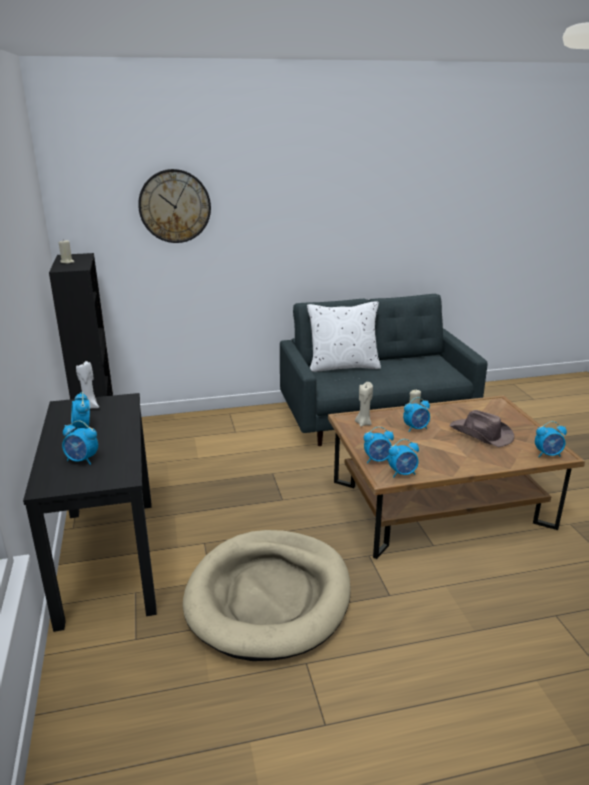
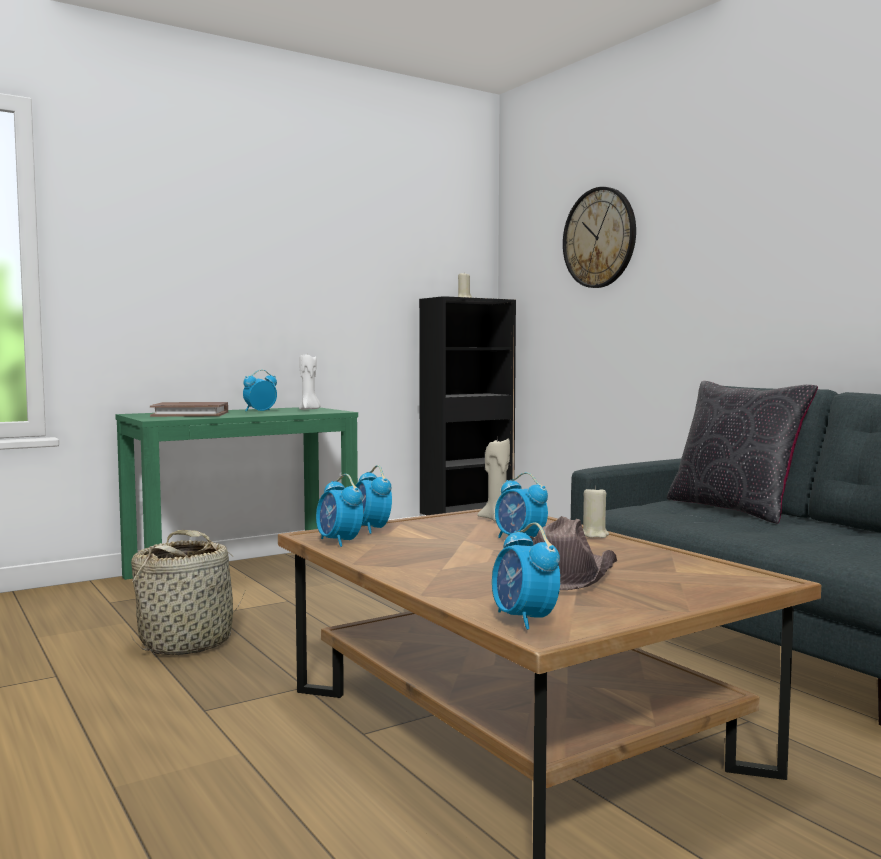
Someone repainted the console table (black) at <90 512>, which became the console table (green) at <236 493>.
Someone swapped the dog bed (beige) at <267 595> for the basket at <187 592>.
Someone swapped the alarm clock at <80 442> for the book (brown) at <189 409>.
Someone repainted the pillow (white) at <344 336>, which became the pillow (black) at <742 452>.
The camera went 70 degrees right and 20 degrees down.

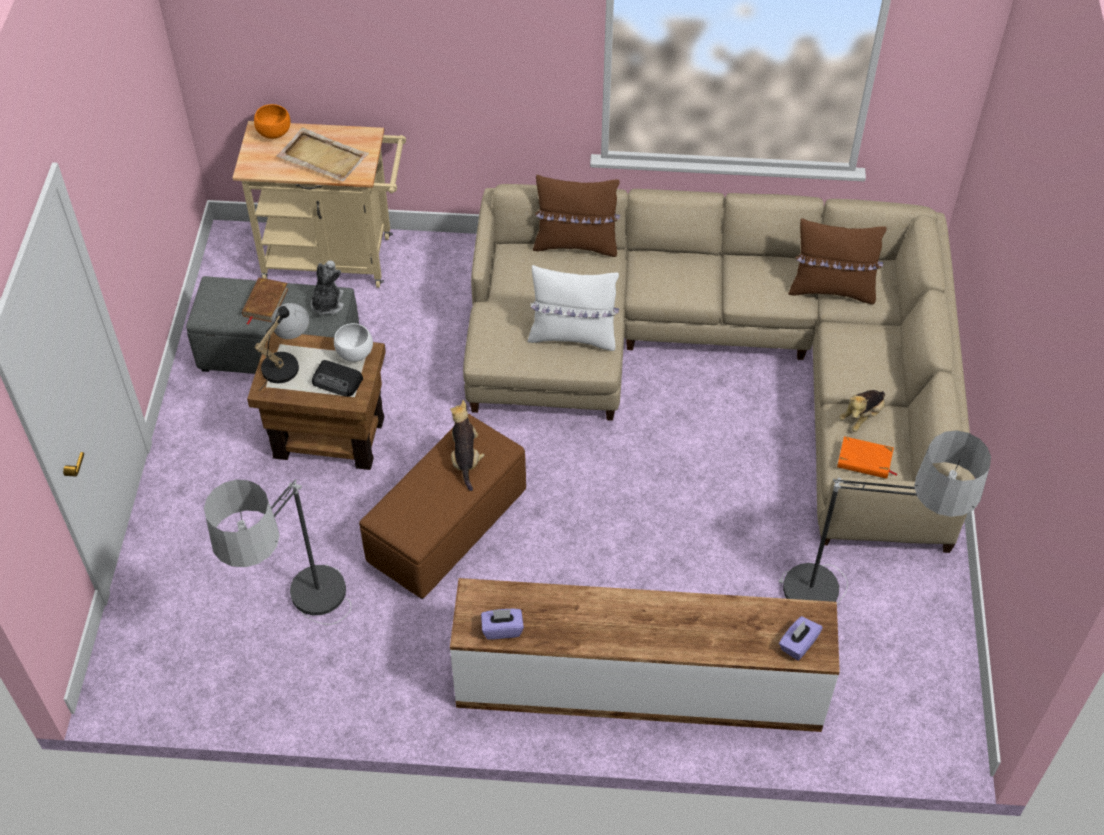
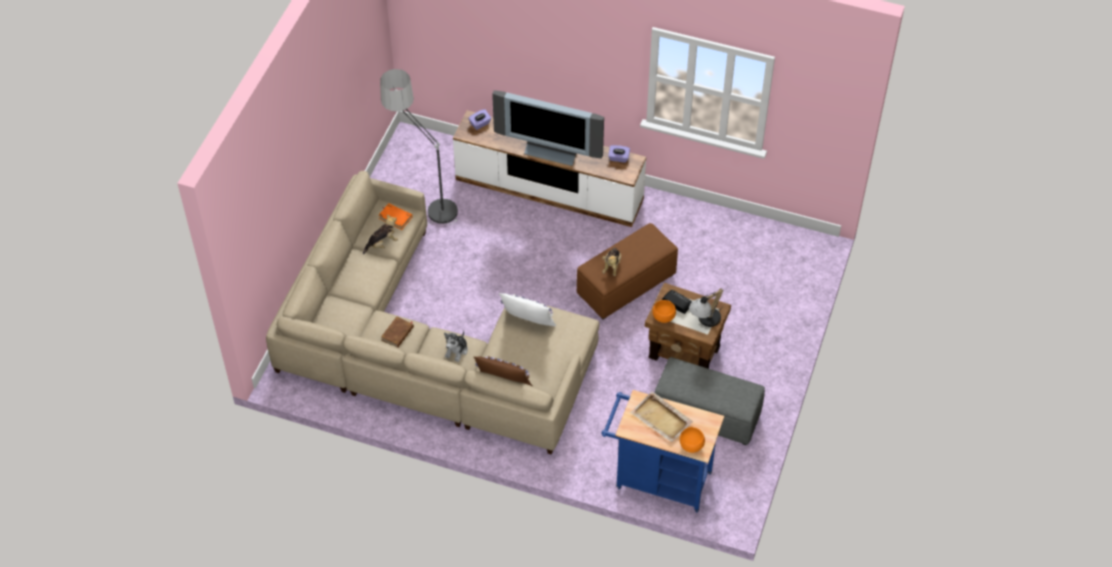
Someone carried the book (brown) from <265 301> to <397 331>.
Someone carried the plush toy from <327 287> to <456 346>.
Someone put down the television at <548 128>.
Someone repainted the cart (beige) at <319 204>, which became the cart (blue) at <662 451>.
Someone repainted the bowl (white) at <353 342>, which became the bowl (orange) at <664 311>.
Someone took away the floor lamp at <277 552>.
Someone took away the pillow (brown) at <837 261>.
The camera went 165 degrees left and 0 degrees up.

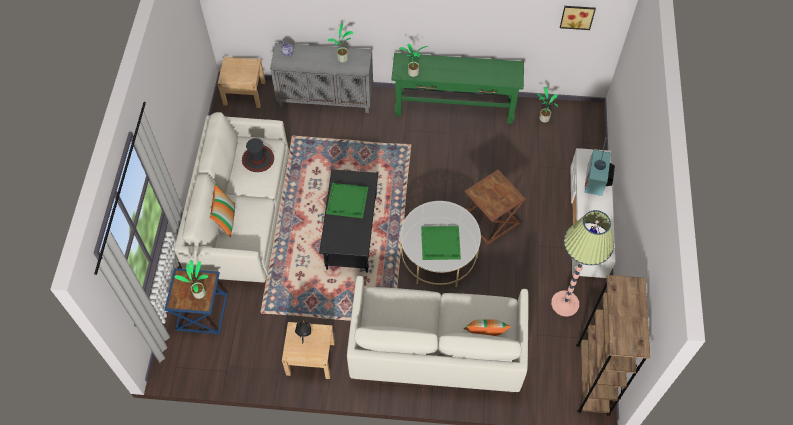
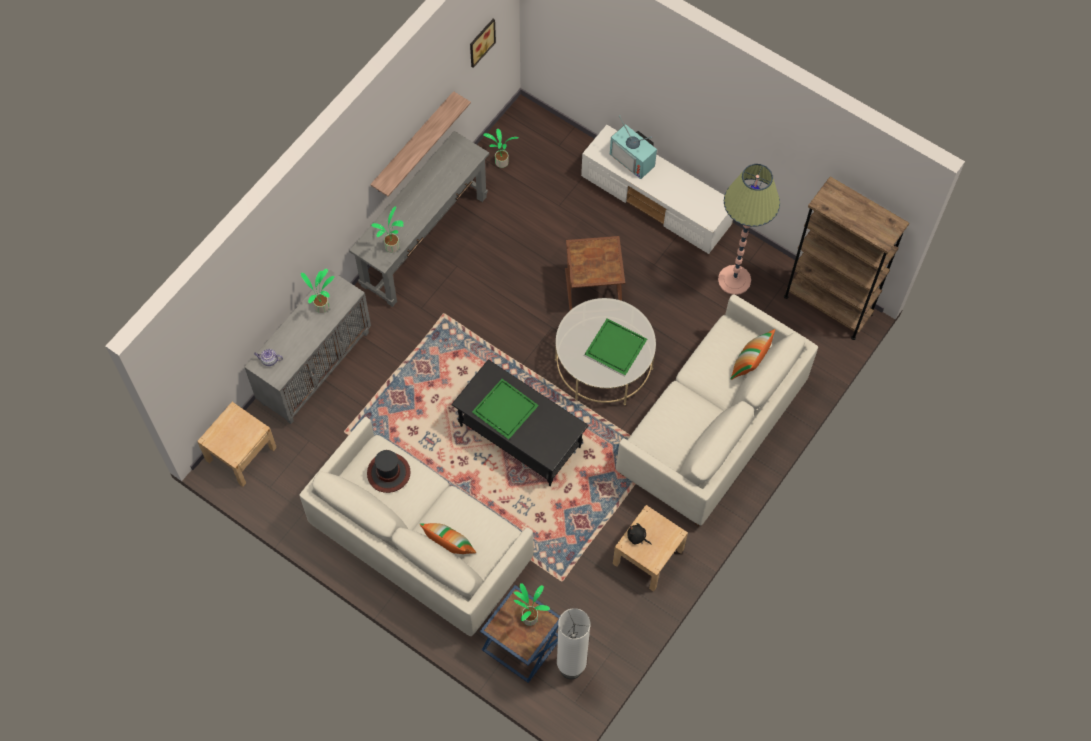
Someone repainted the console table (green) at <457 88>, which became the console table (grey) at <419 219>.
Someone put up the shelf at <420 143>.
Someone put down the floor lamp (white) at <574 643>.
The camera went 60 degrees left and 5 degrees up.

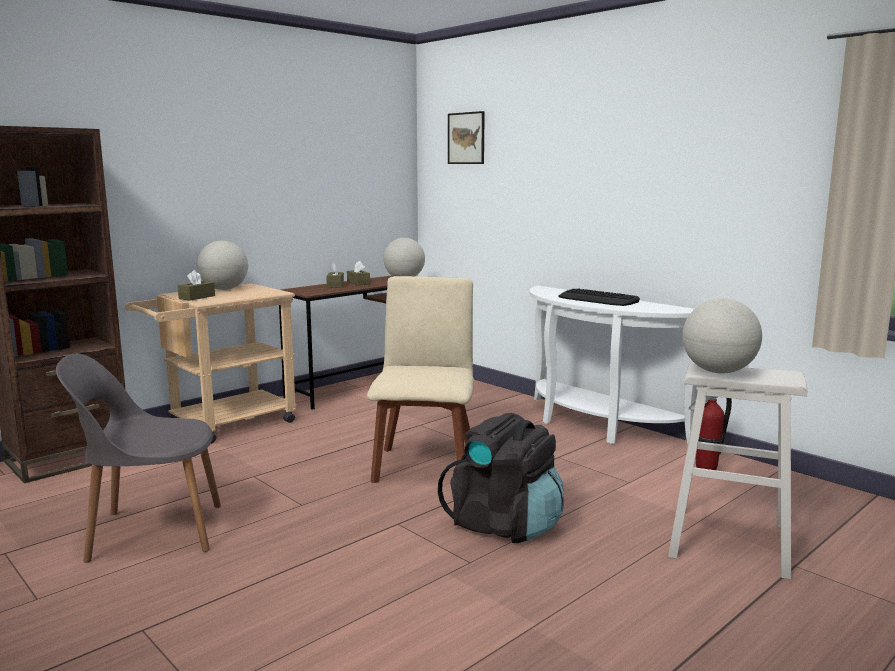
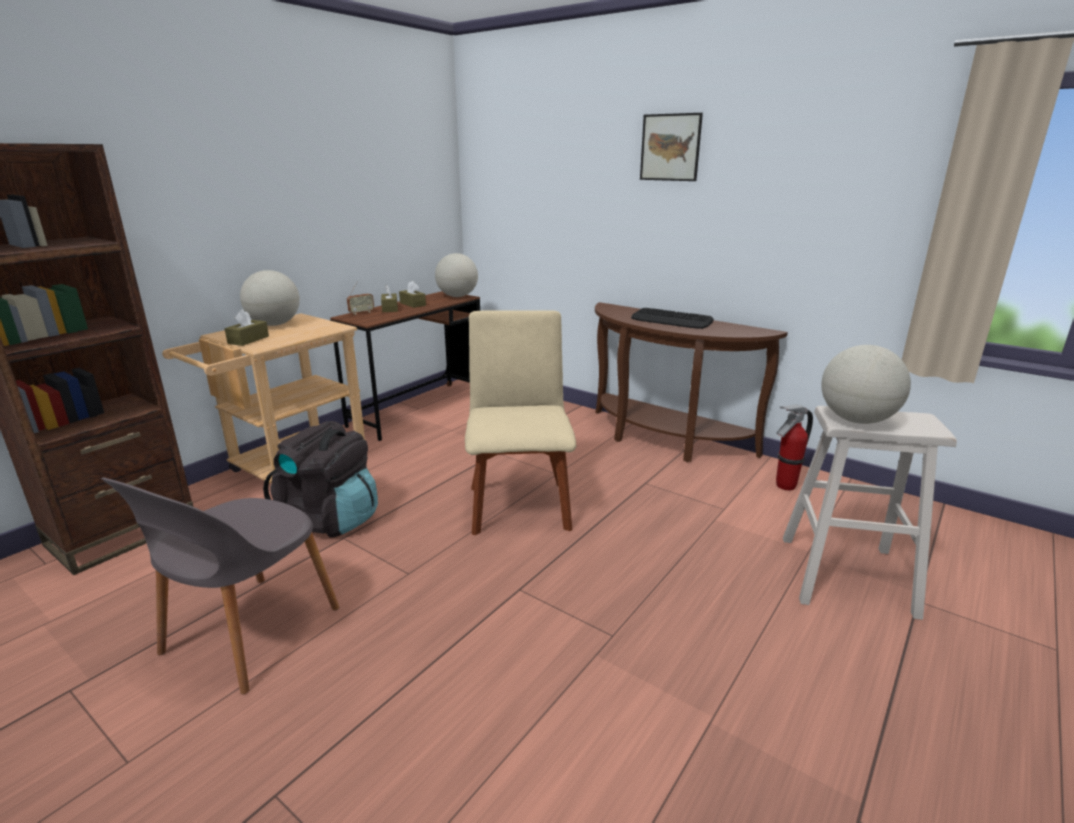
Someone rotated the chair (grey) at <138 458> by 45 degrees counterclockwise.
Someone carried the backpack (black) from <501 478> to <320 479>.
Someone put down the radio at <360 298>.
Someone repainted the console table (white) at <613 365>, which became the console table (brown) at <691 382>.
Someone carried the picture from <466 137> to <671 147>.
The camera went 10 degrees left and 10 degrees up.

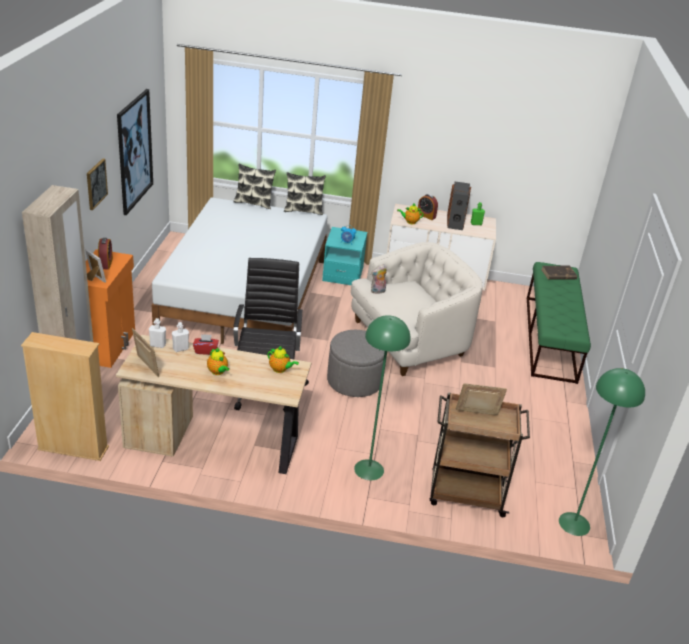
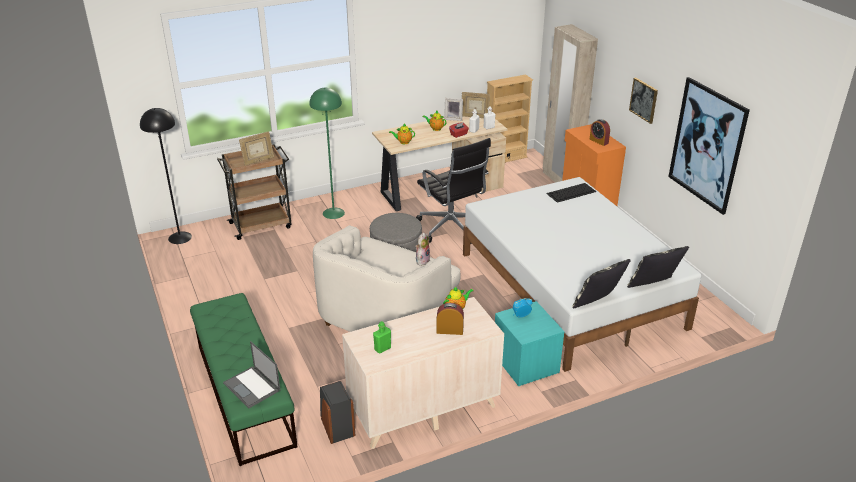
Someone repainted the floor lamp (green) at <602 452>, which became the floor lamp (black) at <166 176>.
Someone swapped the book (brown) at <559 273> for the laptop at <251 374>.
Someone carried the speaker from <459 205> to <338 412>.
Someone carried the picture frame from <95 266> to <453 109>.
Someone put down the keyboard at <571 193>.
The camera went 150 degrees right and 0 degrees up.

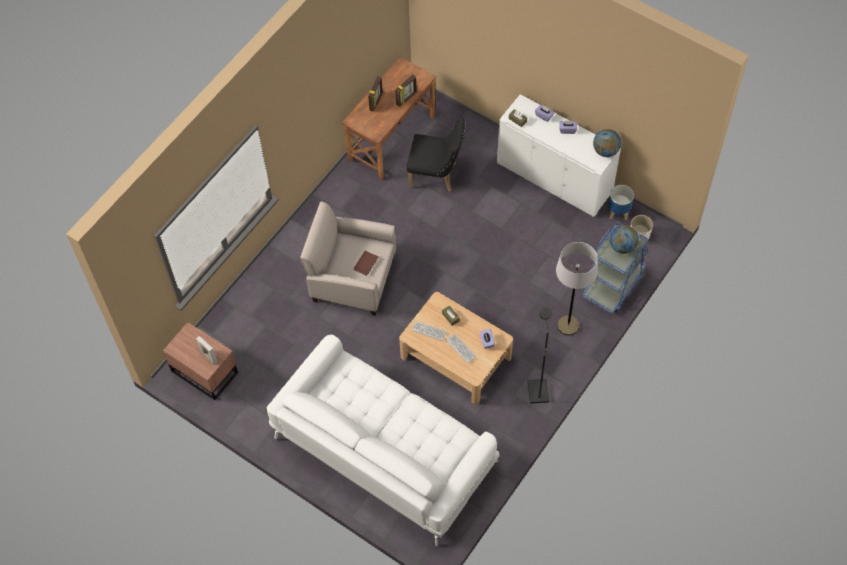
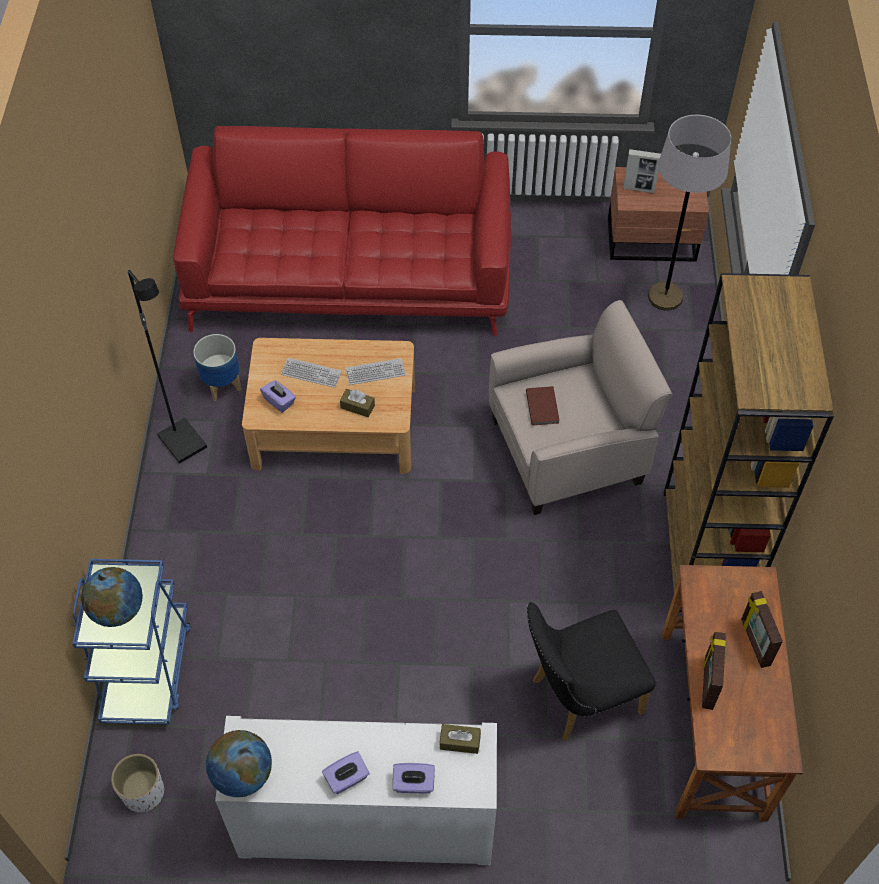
Someone repainted the sofa (white) at <383 440>, which became the sofa (red) at <342 231>.
Someone carried the planter from <621 202> to <217 367>.
Someone carried the floor lamp (grey) from <577 289> to <689 213>.
Someone put down the bookcase (brown) at <749 442>.
The camera went 145 degrees right and 5 degrees down.

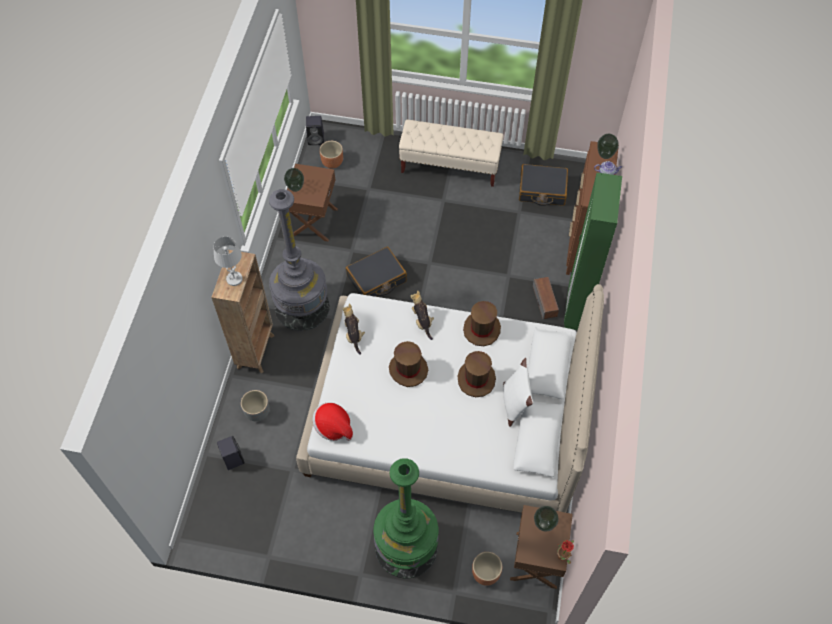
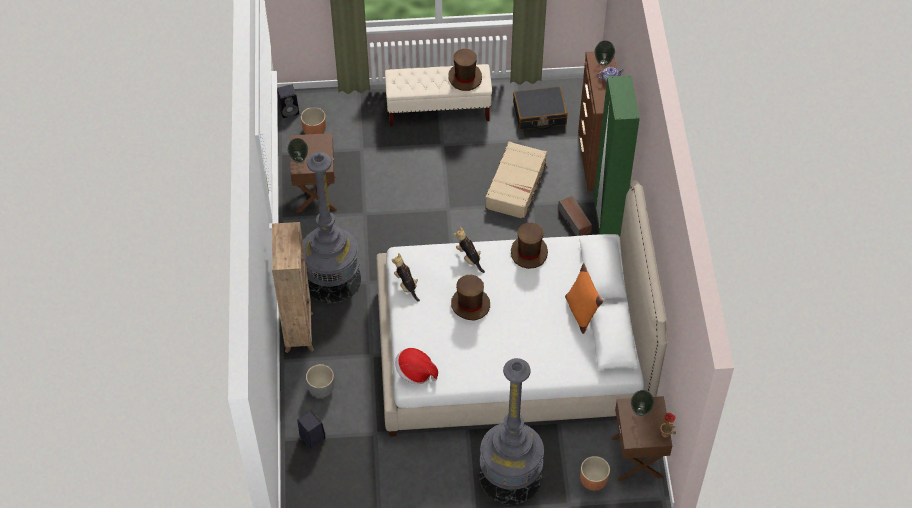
Someone carried the hat (brown) from <477 374> to <465 70>.
Someone repainted the floor lamp (green) at <405 518>, which became the floor lamp (grey) at <511 431>.
Someone put down the suitcase (beige) at <516 180>.
Someone repainted the pillow (white) at <518 392>, which became the pillow (orange) at <584 298>.
Someone took away the table lamp (white) at <228 261>.
Someone took away the suitcase (black) at <376 271>.
The camera went 15 degrees left and 5 degrees down.

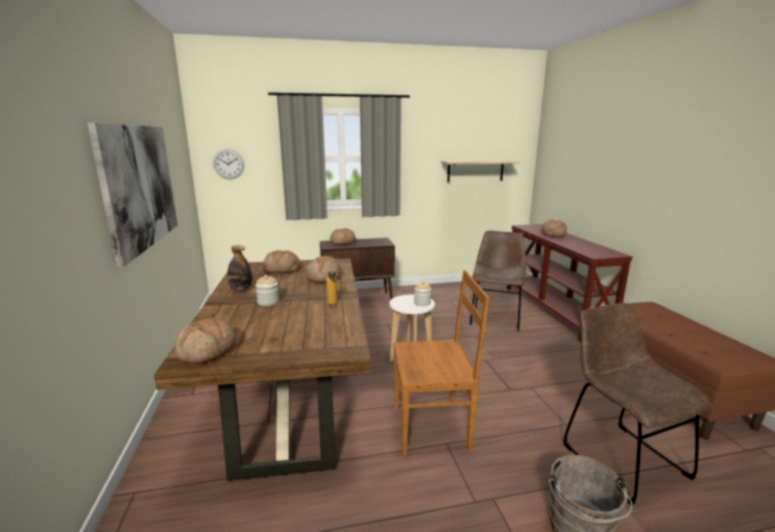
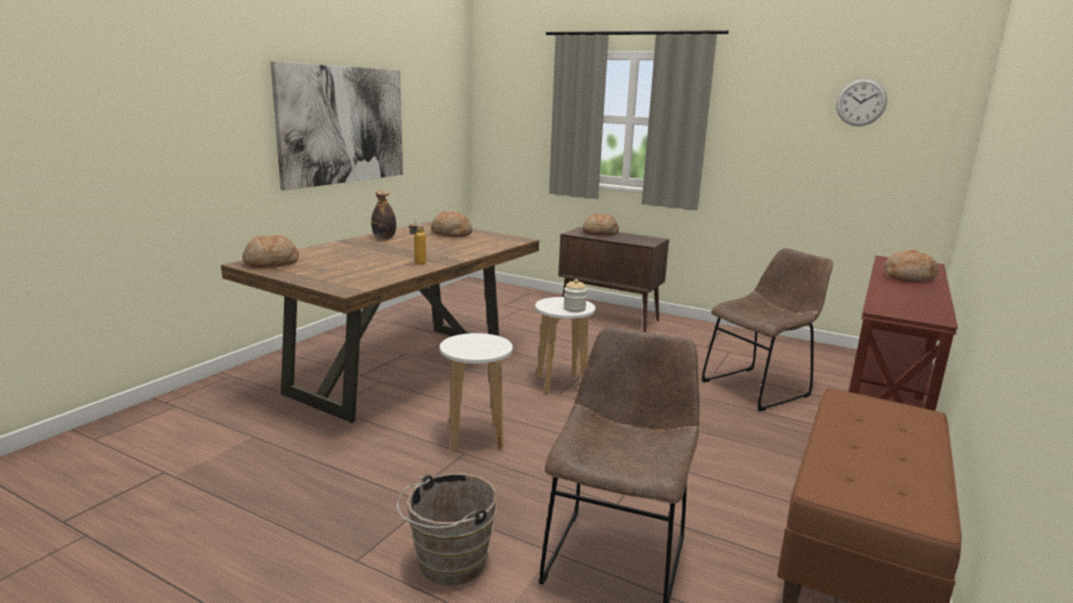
Someone swapped the chair (brown) at <441 363> for the stool (white) at <476 392>.
Someone carried the wall clock from <228 164> to <861 102>.
Someone took away the jar at <267 290>.
Someone took away the bread at <323 269>.
Someone took away the shelf at <481 171>.
The camera went 40 degrees right and 0 degrees up.

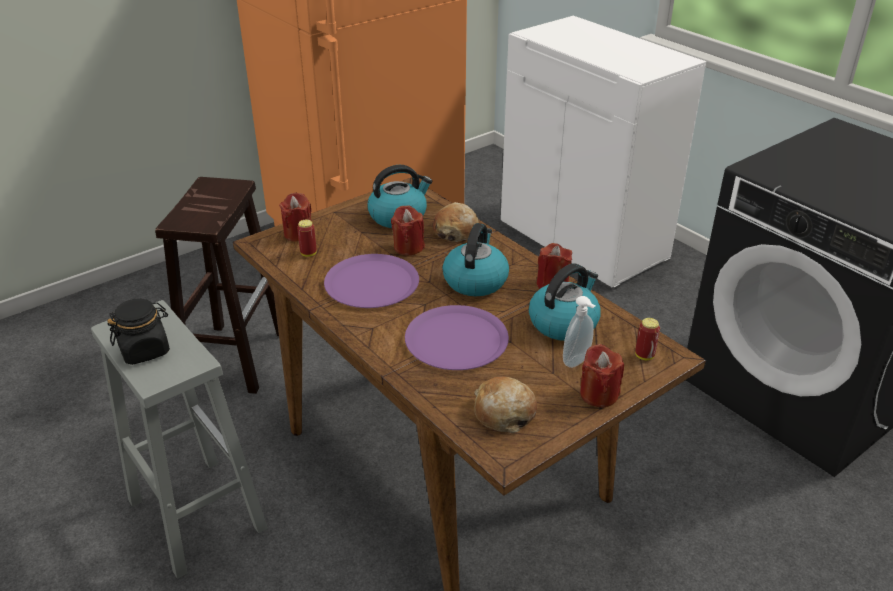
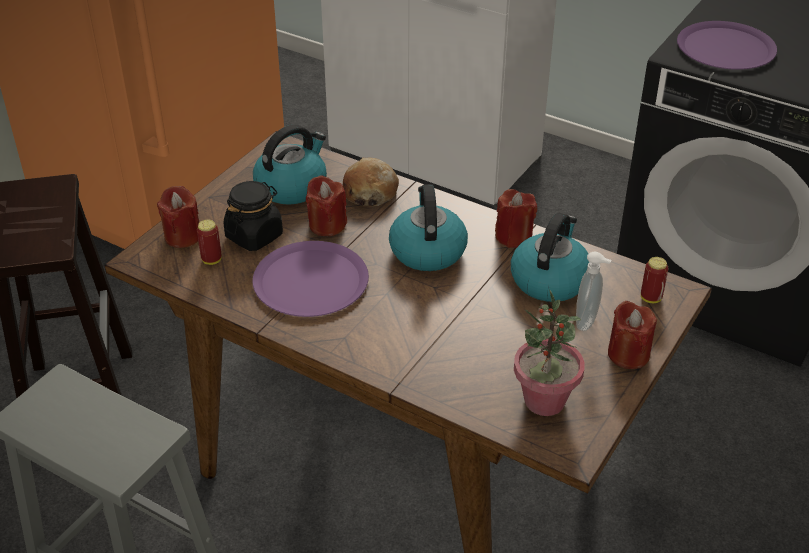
Someone carried the jar (black) from <138 332> to <253 216>.
Someone swapped the bread at <505 405> for the potted plant at <549 352>.
Someone carried the plate (purple) from <457 337> to <727 45>.
The camera went 20 degrees left and 5 degrees up.

